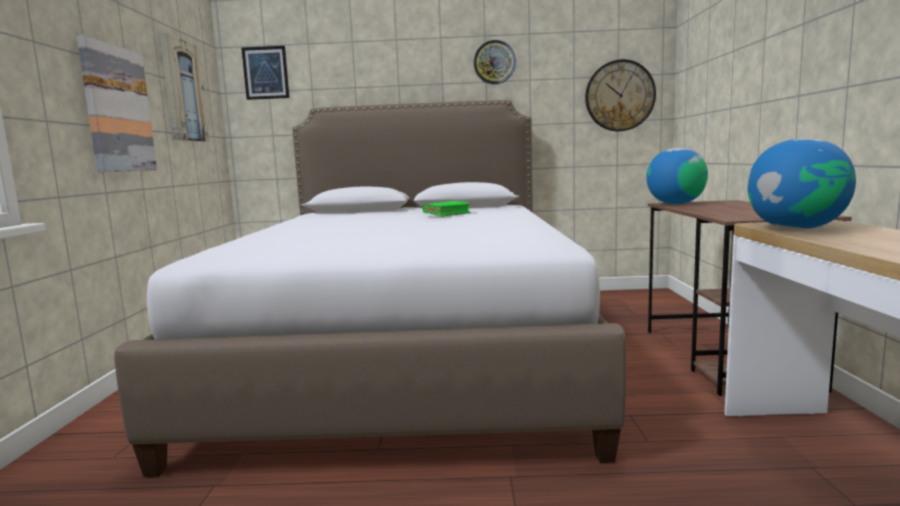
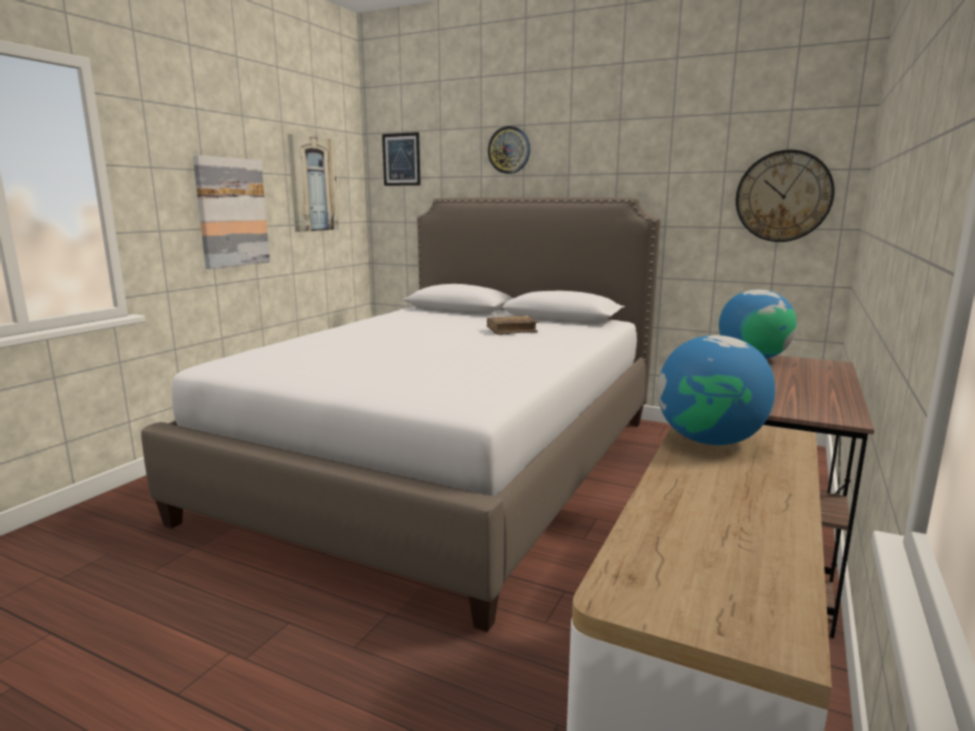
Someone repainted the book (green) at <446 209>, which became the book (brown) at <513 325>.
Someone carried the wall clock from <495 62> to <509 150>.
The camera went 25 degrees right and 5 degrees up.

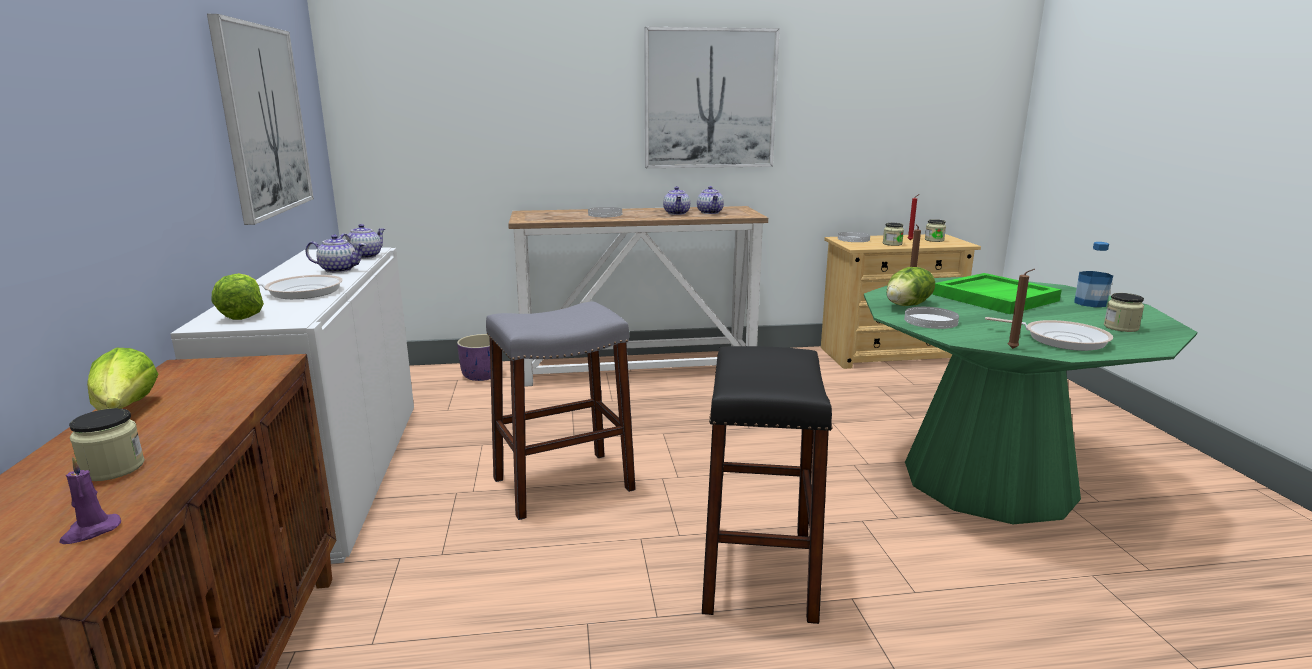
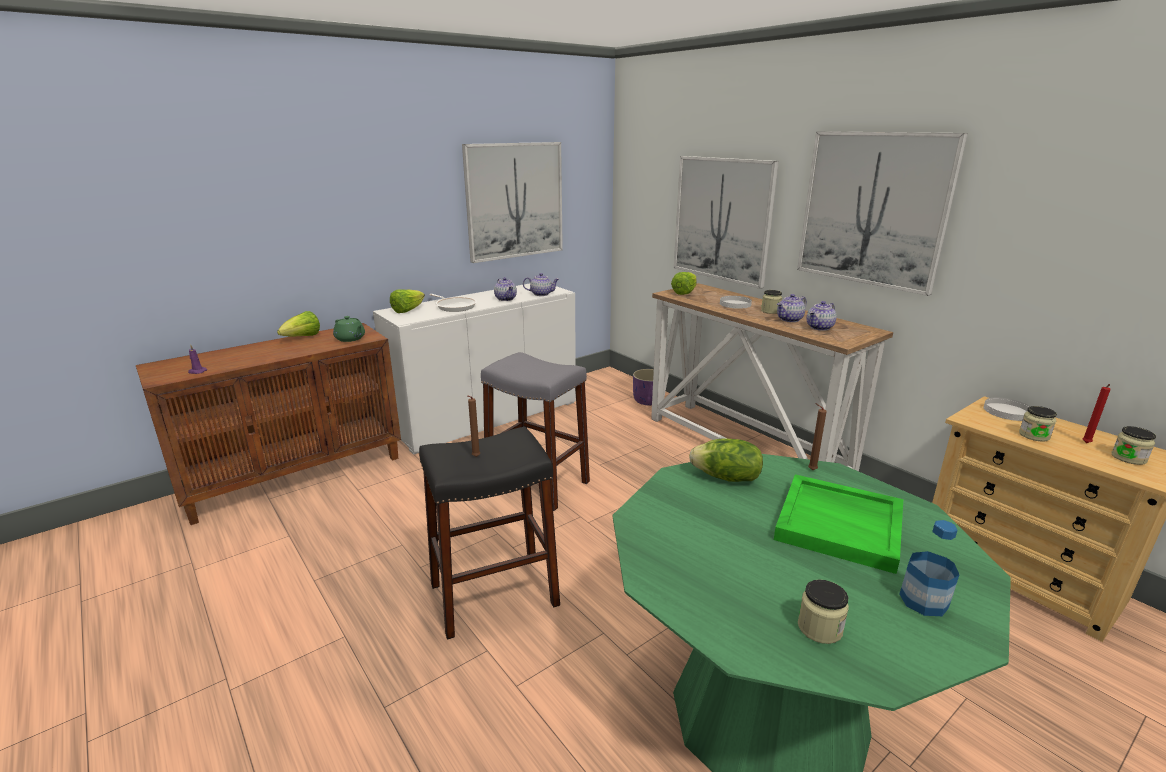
Someone put down the teapot (green) at <349 329>.
Someone carried the candle (brown) from <1021 309> to <474 426>.
Someone put down the lettuce at <684 283>.
Someone put up the picture at <726 222>.
Someone carried the jar from <107 444> to <771 302>.
Someone took away the plate (white) at <931 318>.
Someone took away the frying pan at <1049 334>.
The camera went 60 degrees right and 5 degrees up.

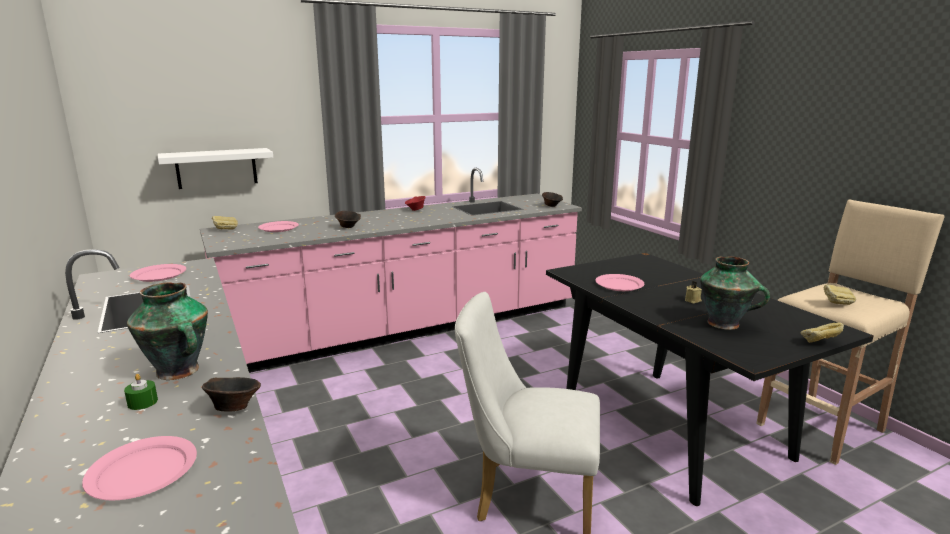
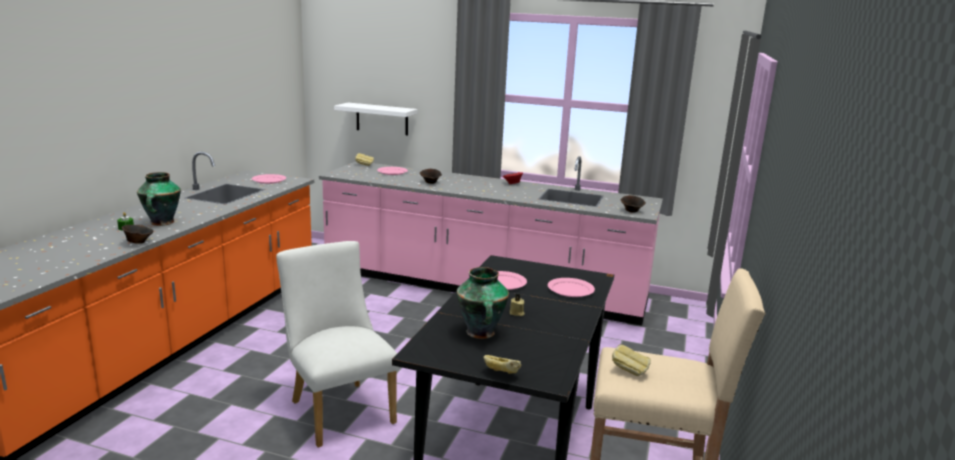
Someone carried the plate (pink) from <139 468> to <571 287>.
The camera went 45 degrees right and 0 degrees up.

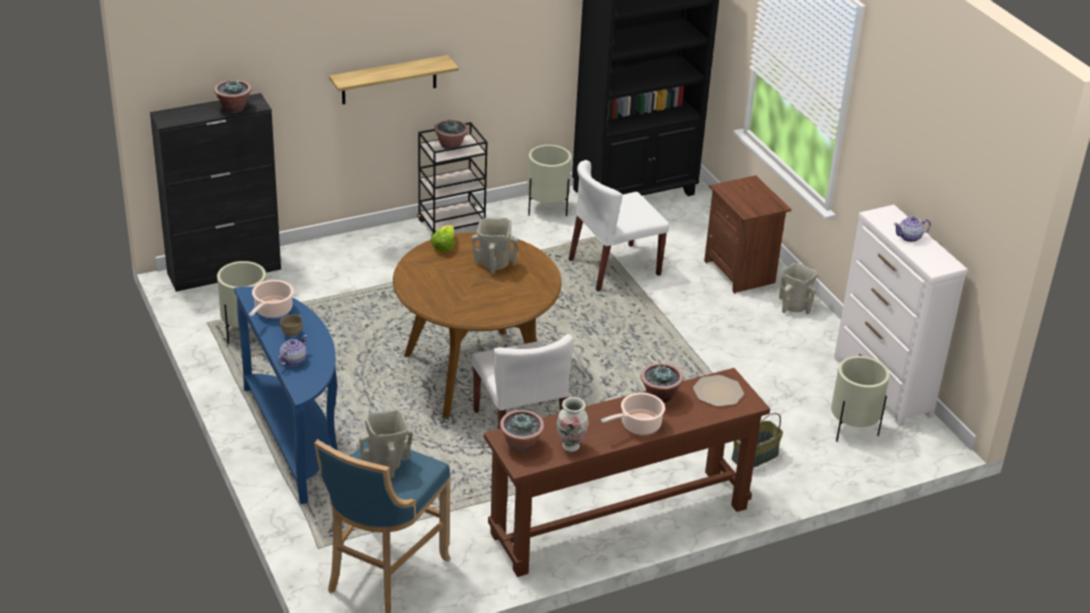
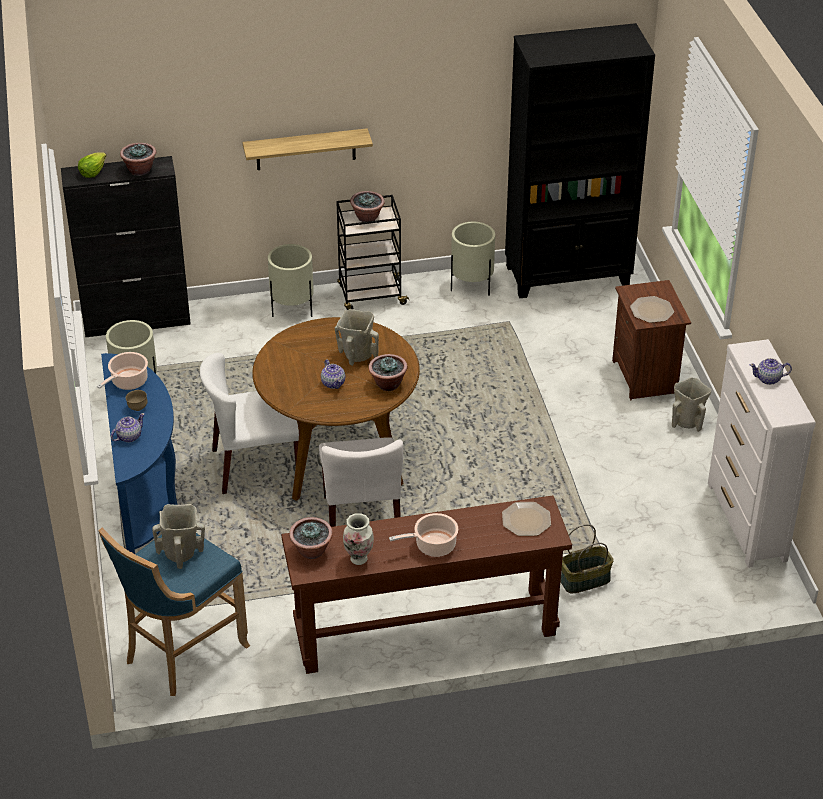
Someone carried the lettuce from <442 238> to <92 165>.
Someone carried the chair (white) from <619 226> to <249 423>.
Someone carried the planter (beige) from <860 399> to <291 280>.
Someone put down the teapot at <333 374>.
Someone carried the potted plant from <662 383> to <387 372>.
Someone put down the plate at <652 309>.
The camera went 15 degrees right and 5 degrees up.

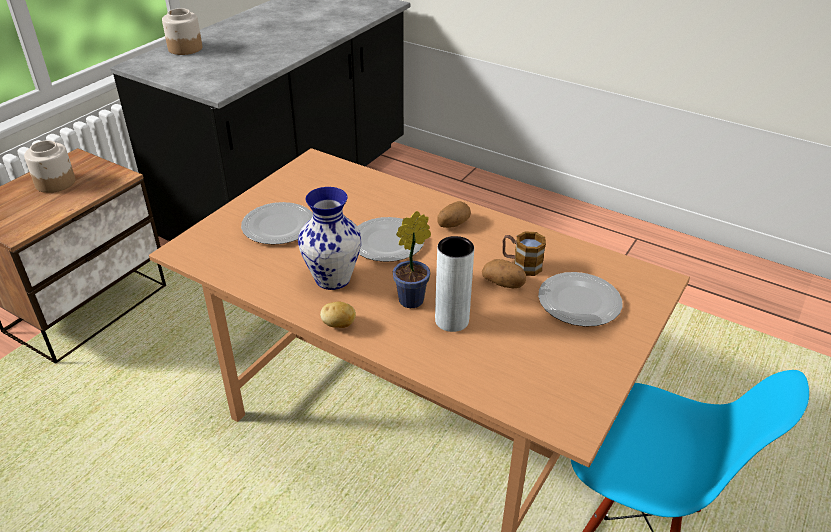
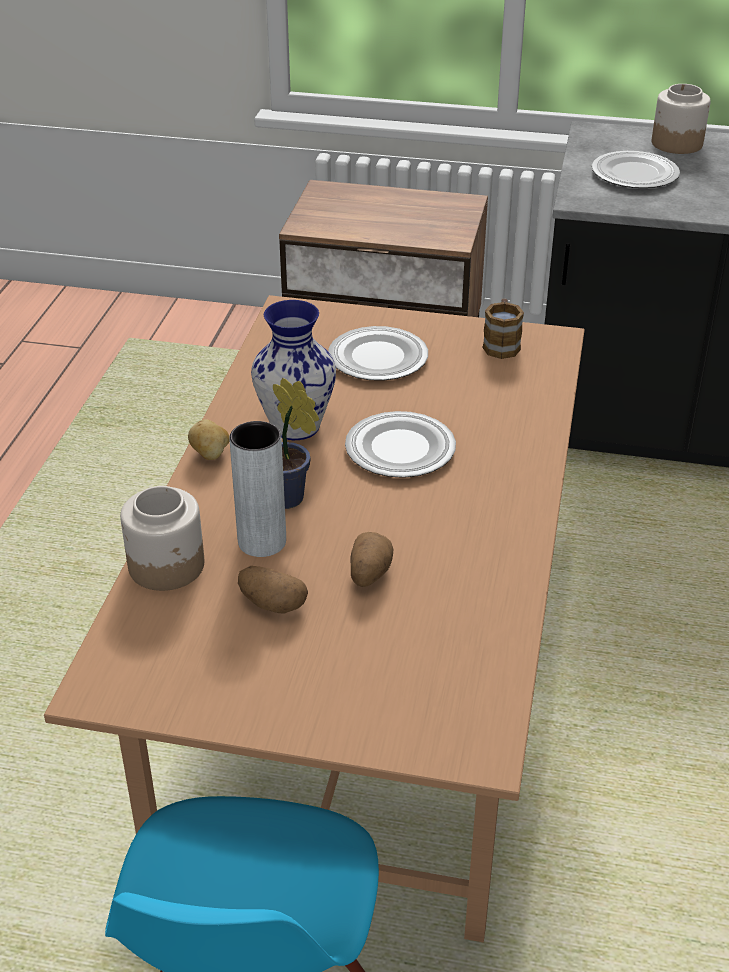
Someone carried the jar from <49 166> to <162 538>.
Someone carried the potato from <454 214> to <273 590>.
Someone carried the mug from <524 253> to <503 328>.
Someone carried the plate from <580 299> to <636 169>.
The camera went 70 degrees right and 0 degrees up.

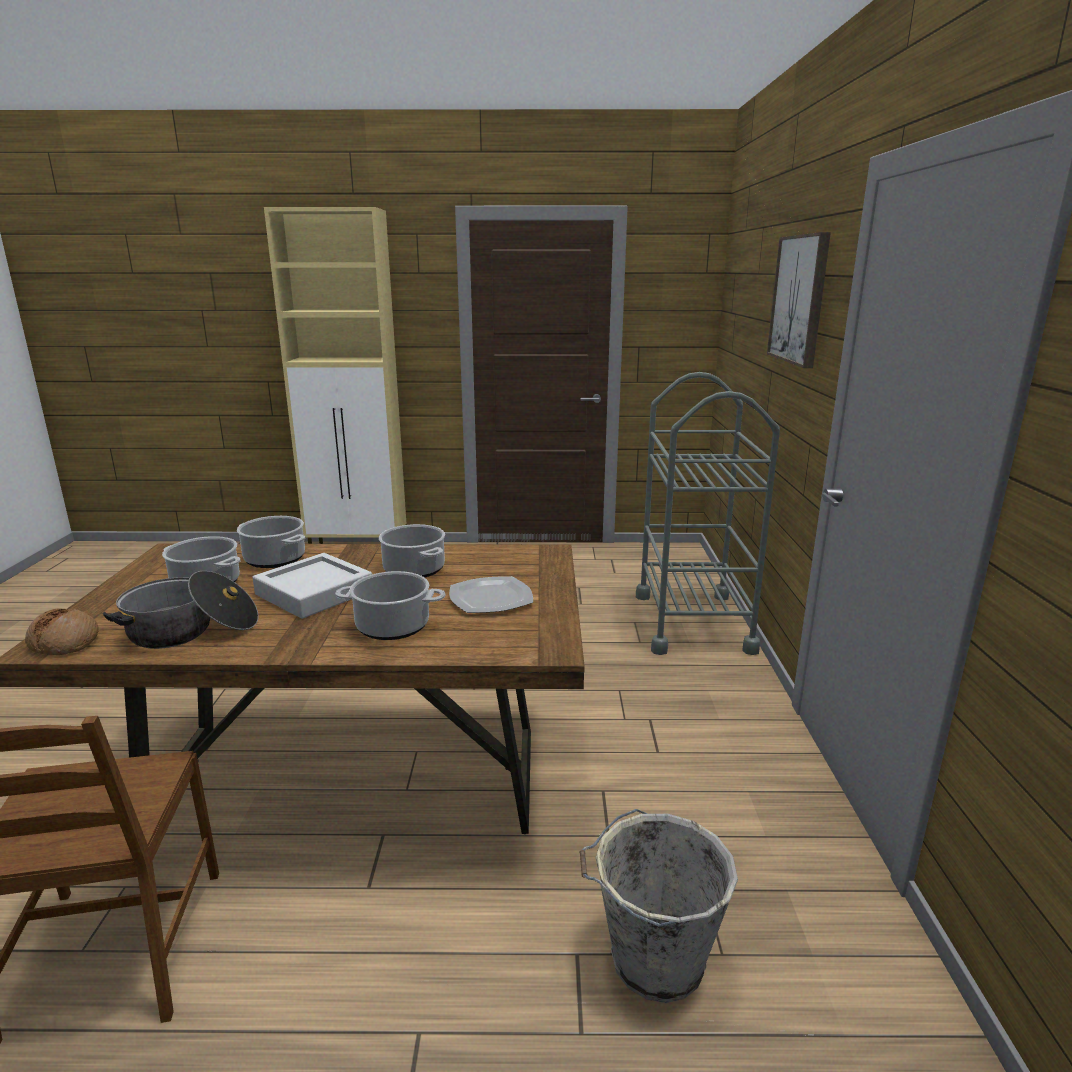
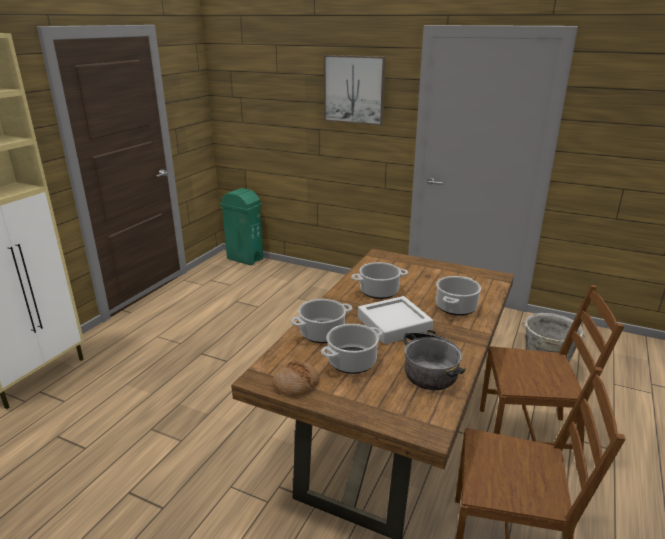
Someone put down the trash can (green) at <241 226>.
Someone carried the bread from <62 631> to <296 378>.
Someone put down the chair (brown) at <552 376>.
Someone took away the plate at <491 594>.
Someone took away the cart (grey) at <708 513>.
The camera went 65 degrees left and 5 degrees up.

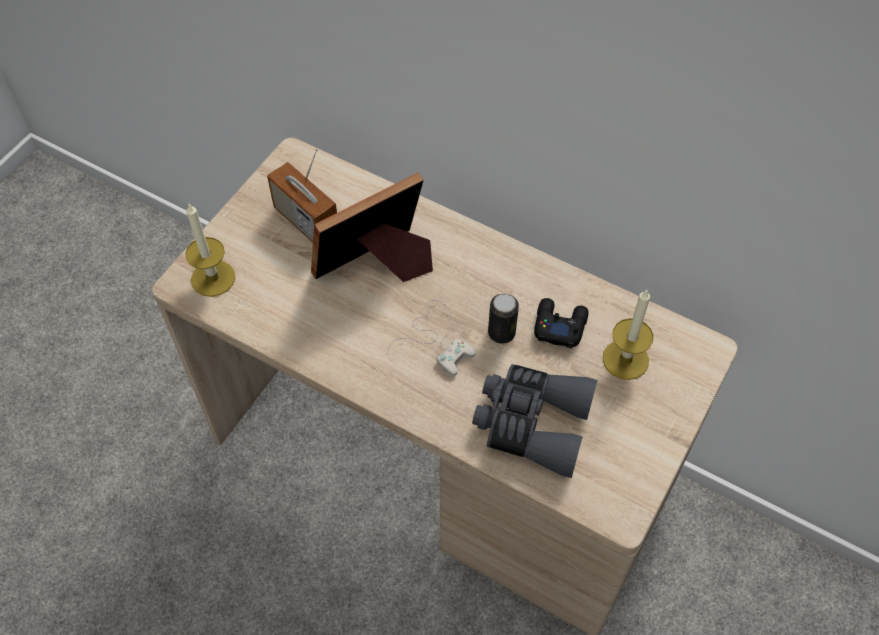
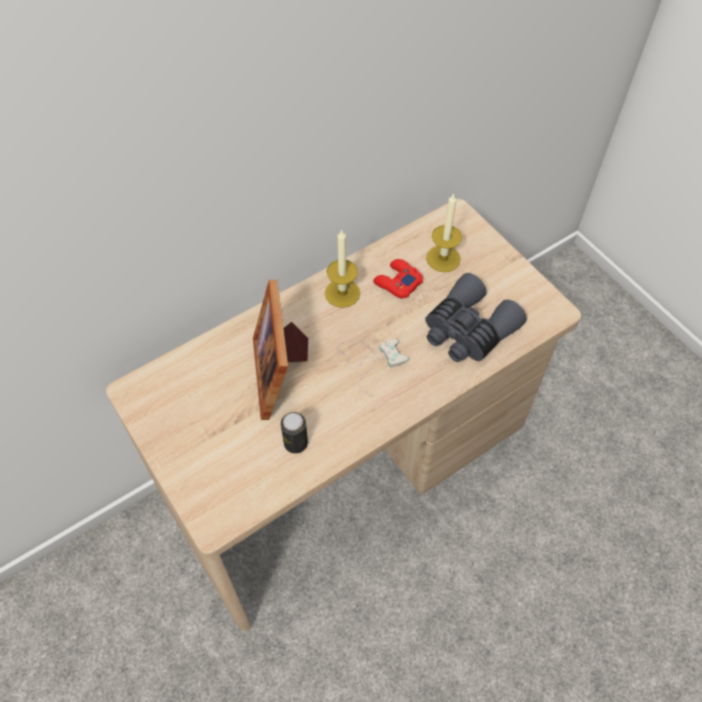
Someone carried the can from <503 319> to <294 433>.
Someone carried the candle from <210 250> to <342 268>.
Someone repainted the game controller (black) at <561 323>, which became the game controller (red) at <398 278>.
Someone took away the radio at <302 195>.
The camera went 65 degrees left and 0 degrees up.

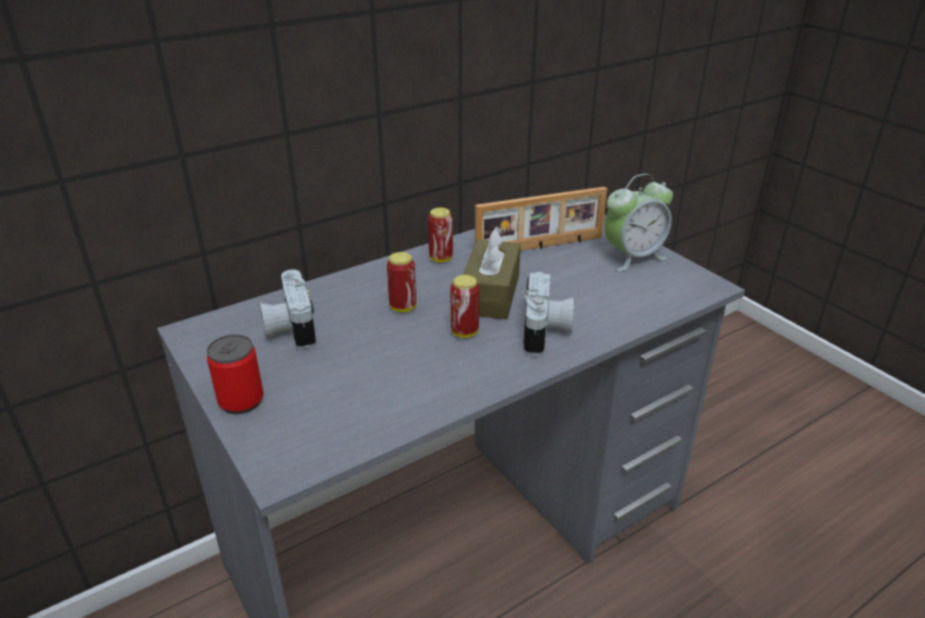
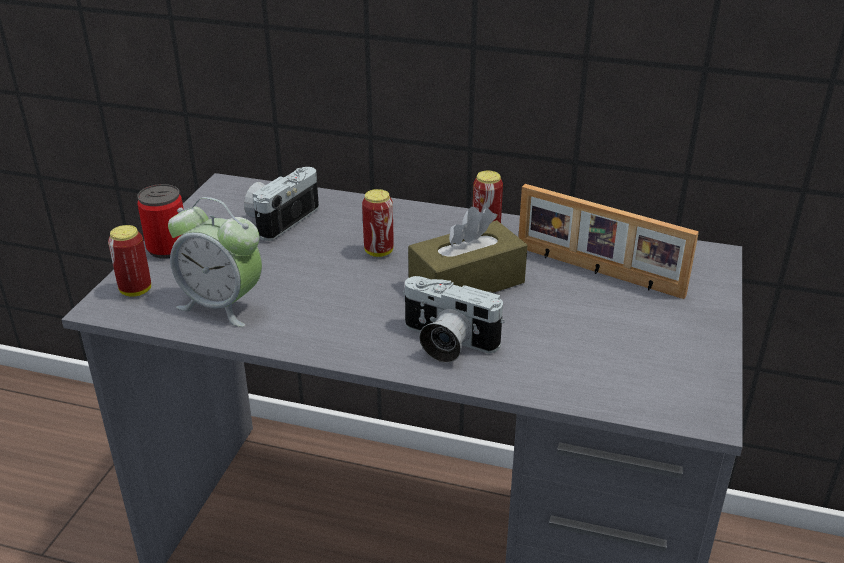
Someone carried the can from <465 306> to <129 261>.
Someone carried the alarm clock from <638 222> to <215 262>.
Someone rotated the photo camera at <548 314> by 60 degrees clockwise.
The camera went 50 degrees right and 0 degrees up.

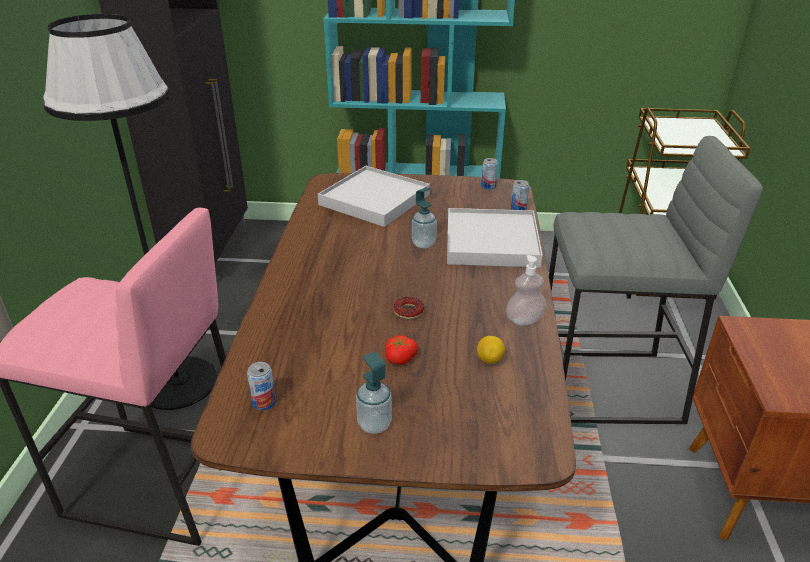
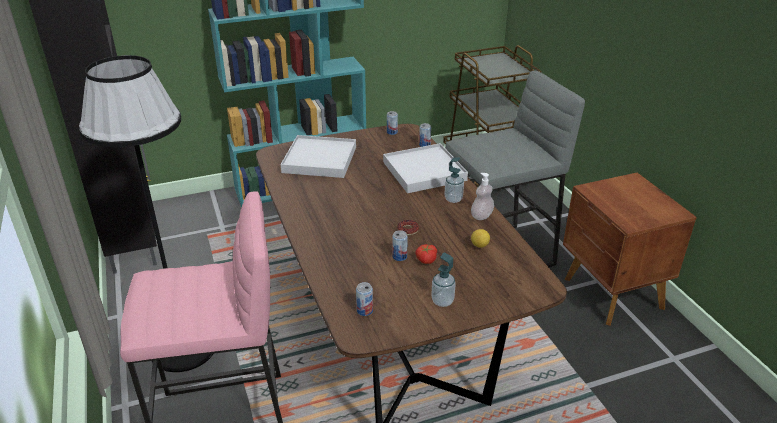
Someone put down the can at <400 245>.
Someone carried the soap dispenser from <424 218> to <454 180>.
The camera went 25 degrees left and 0 degrees up.

